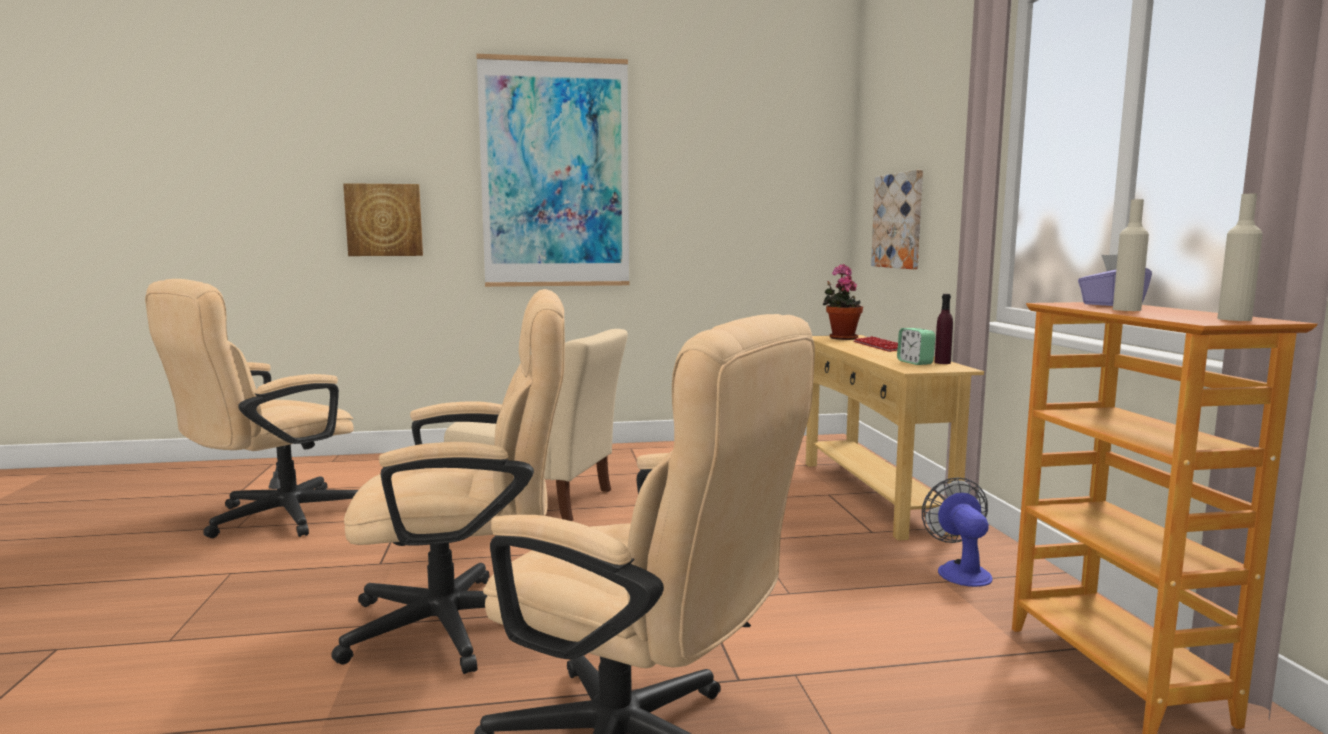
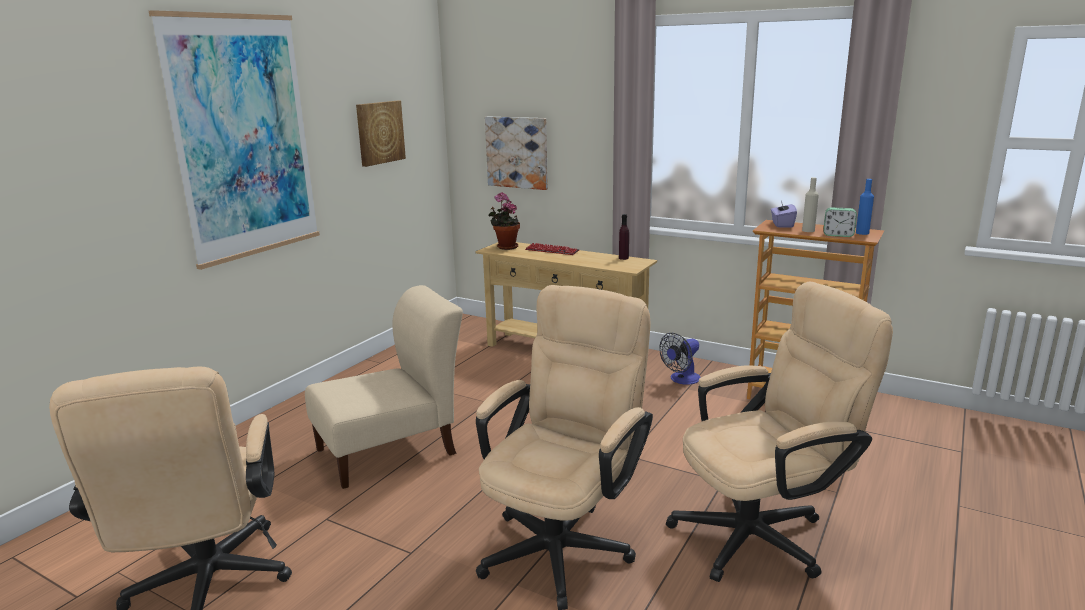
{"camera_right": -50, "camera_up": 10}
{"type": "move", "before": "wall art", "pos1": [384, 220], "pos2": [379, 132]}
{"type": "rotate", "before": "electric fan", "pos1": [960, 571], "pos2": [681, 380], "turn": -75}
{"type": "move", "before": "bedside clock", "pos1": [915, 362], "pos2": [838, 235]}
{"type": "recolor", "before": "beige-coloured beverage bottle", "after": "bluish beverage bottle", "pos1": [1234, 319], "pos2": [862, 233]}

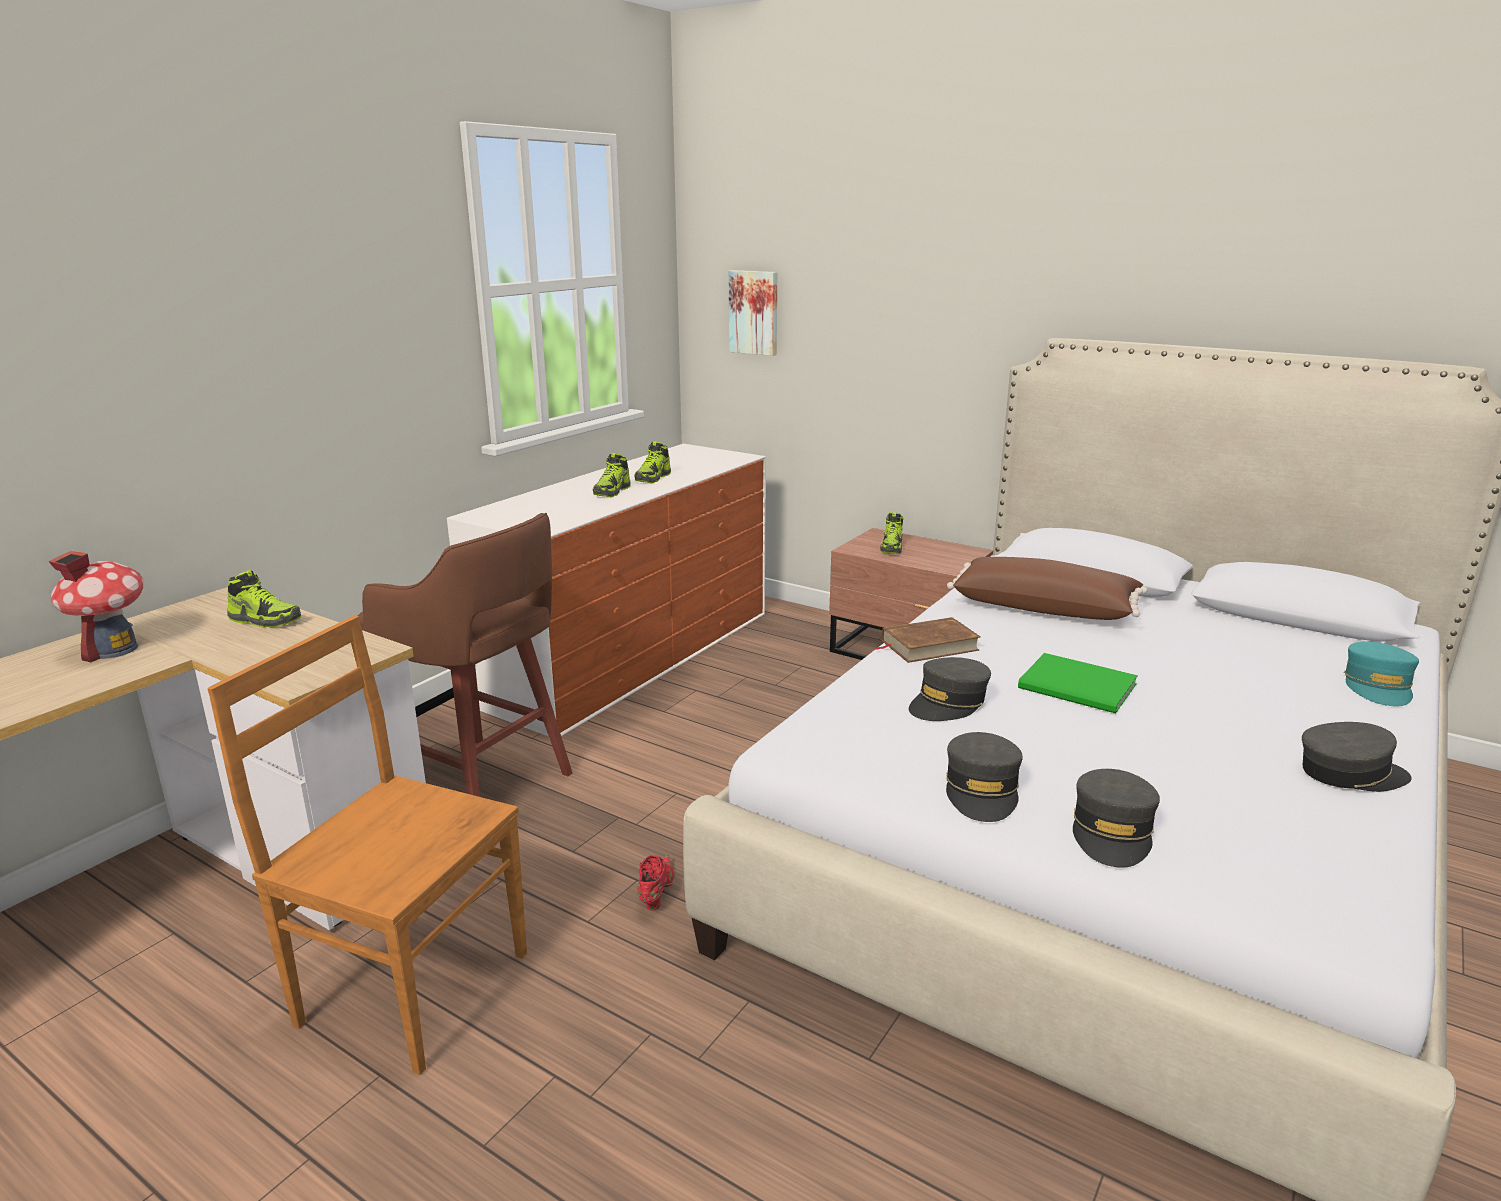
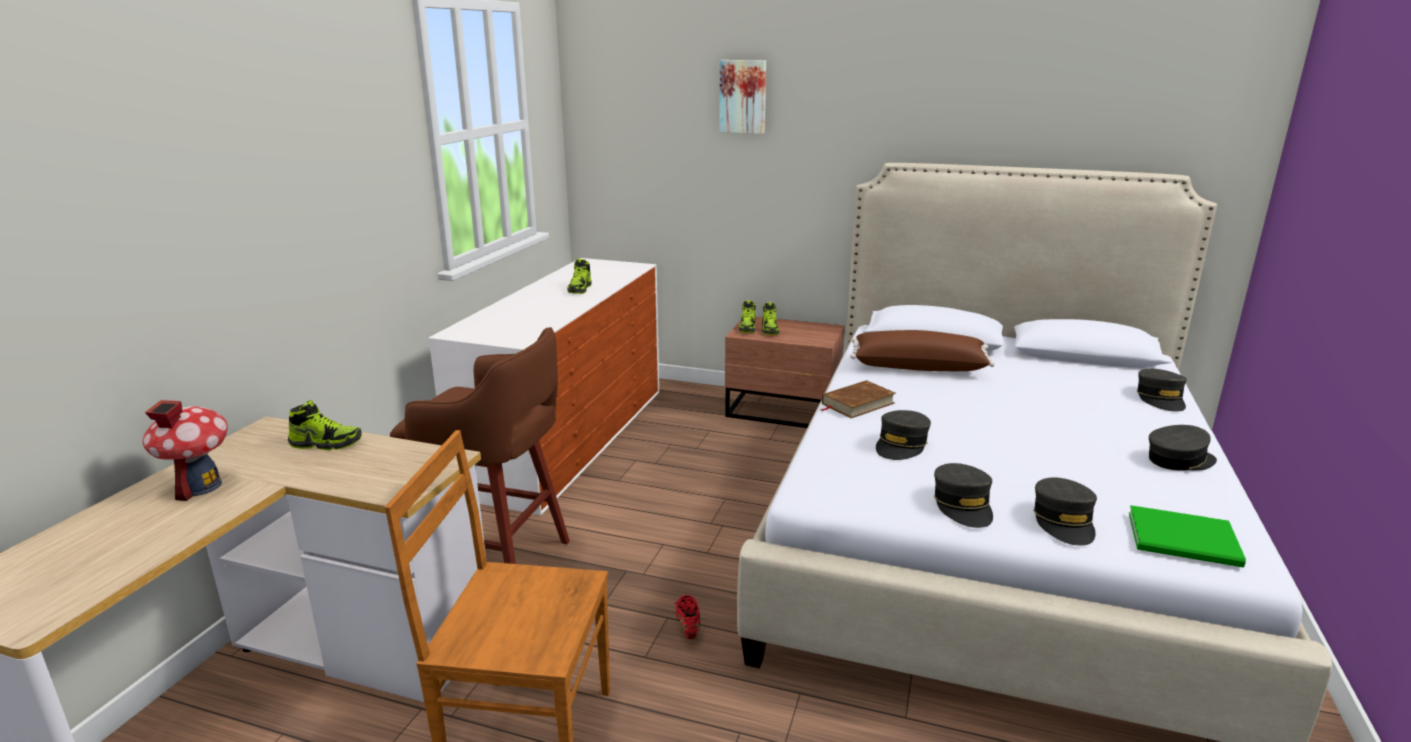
{"camera_right": -15, "camera_up": 0}
{"type": "move", "before": "wall art", "pos1": [754, 312], "pos2": [743, 96]}
{"type": "move", "before": "item of footwear", "pos1": [612, 491], "pos2": [748, 328]}
{"type": "move", "before": "green-coloured volume", "pos1": [1079, 688], "pos2": [1186, 541]}
{"type": "recolor", "before": "turquoise-coloured baseball cap", "after": "gray baseball cap", "pos1": [1378, 686], "pos2": [1160, 399]}

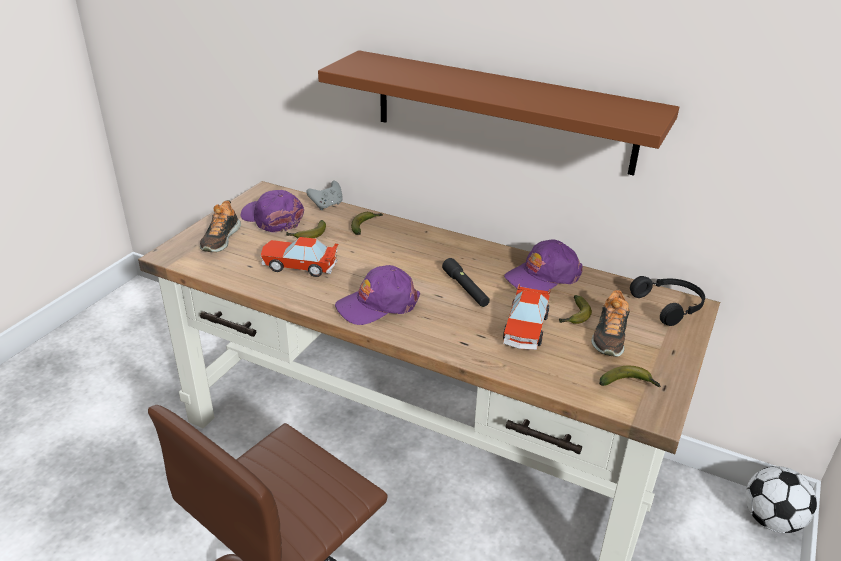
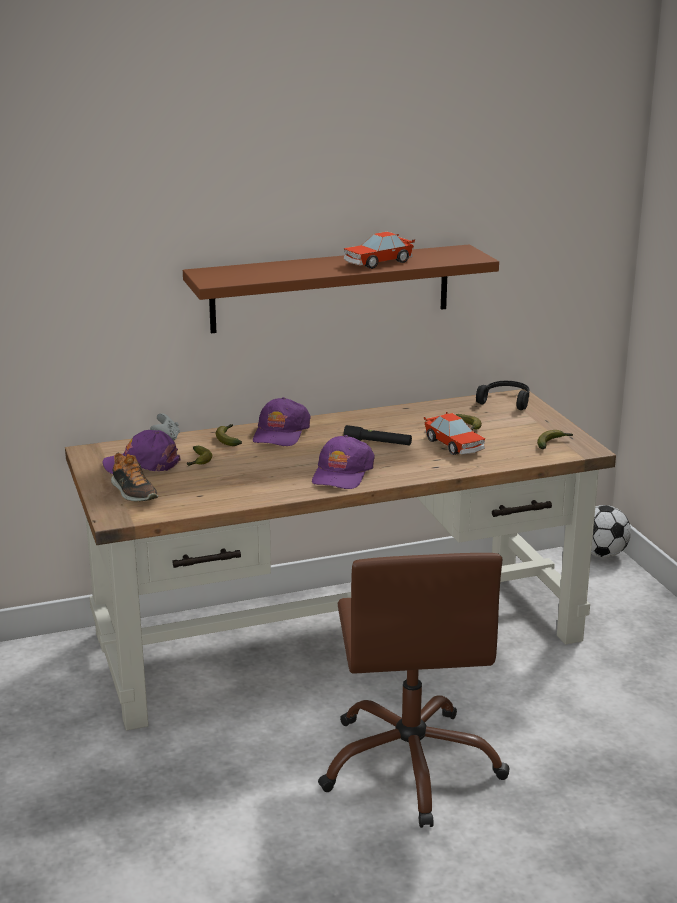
{"camera_right": -45, "camera_up": -10}
{"type": "move", "before": "purple-coloured baseball cap", "pos1": [542, 276], "pos2": [280, 433]}
{"type": "move", "before": "toy car", "pos1": [299, 266], "pos2": [378, 262]}
{"type": "delete", "before": "item of footwear", "pos1": [609, 336]}

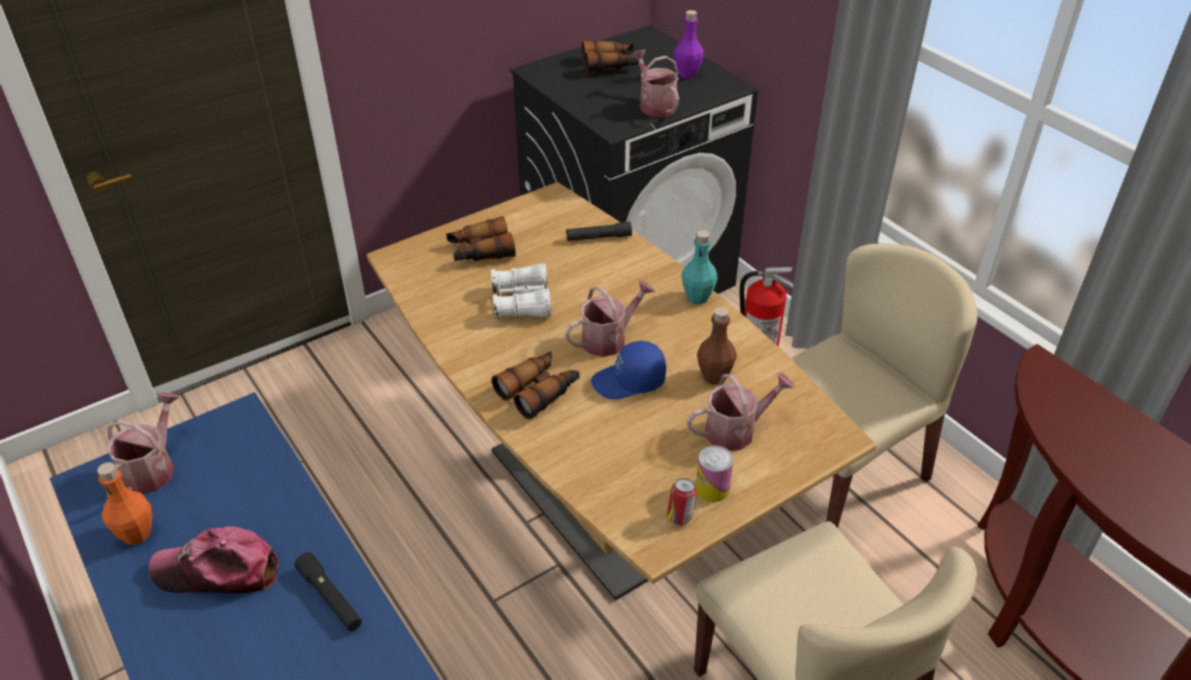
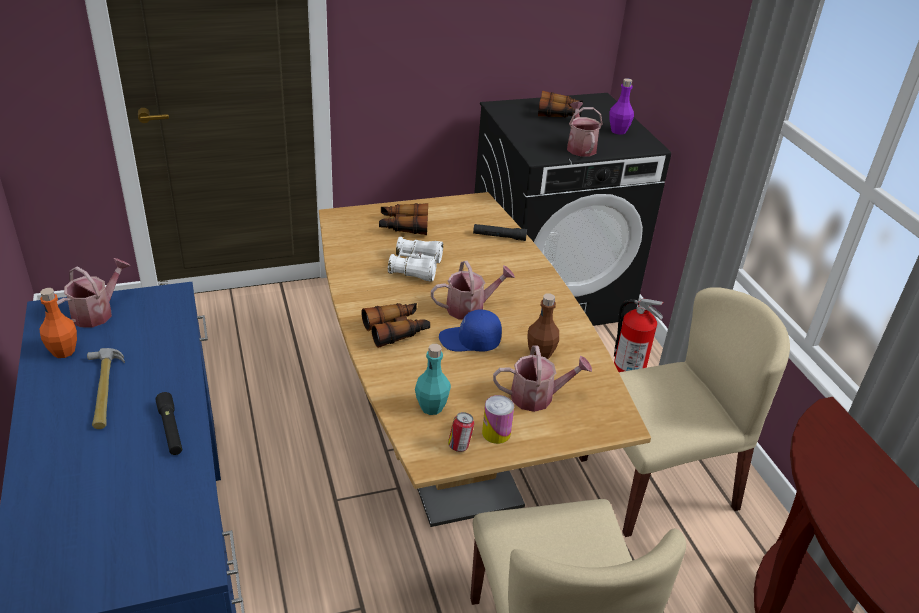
{"camera_right": 15, "camera_up": -5}
{"type": "replace", "before": "baseball cap", "after": "hand hammer", "pos1": [218, 571], "pos2": [103, 390]}
{"type": "move", "before": "turquoise-coloured beverage bottle", "pos1": [697, 297], "pos2": [431, 407]}

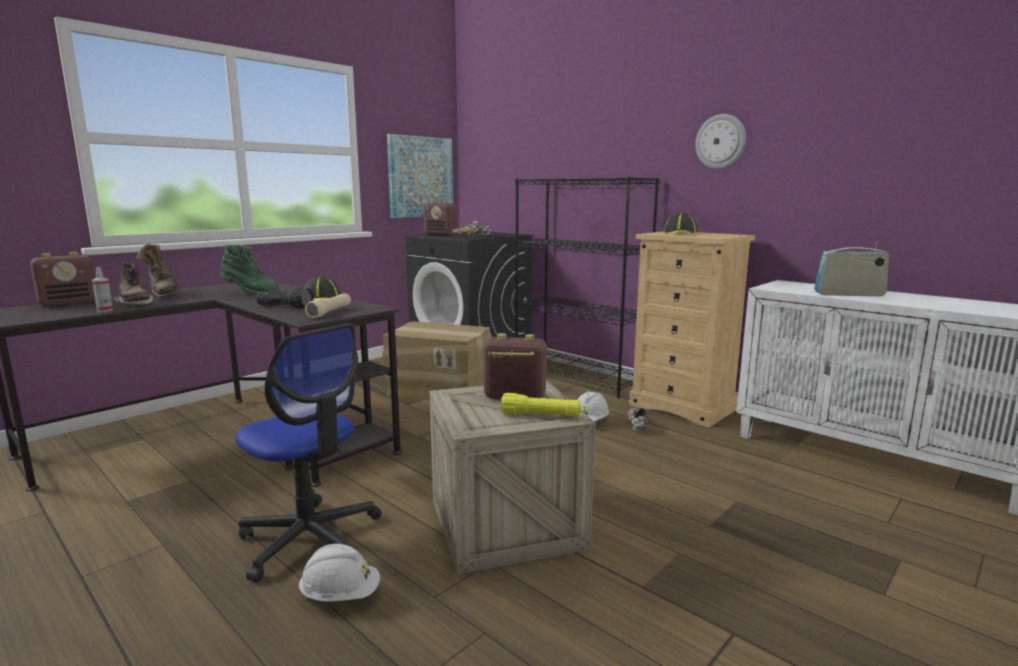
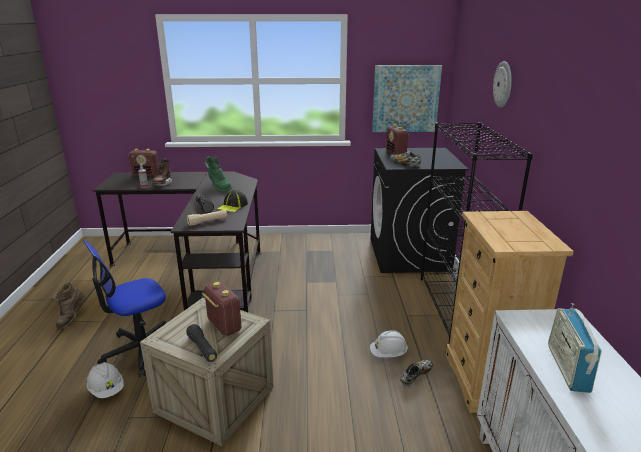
{"camera_right": 45, "camera_up": 10}
{"type": "move", "before": "brown-coloured high-top boot", "pos1": [164, 294], "pos2": [72, 319]}
{"type": "rotate", "before": "desk chair", "pos1": [310, 539], "pos2": [141, 351], "turn": 60}
{"type": "recolor", "before": "yellow torch", "after": "black-coloured torch", "pos1": [540, 415], "pos2": [202, 348]}
{"type": "move", "before": "clock on the wall", "pos1": [720, 141], "pos2": [503, 84]}
{"type": "rotate", "before": "radio", "pos1": [849, 294], "pos2": [567, 368], "turn": -135}
{"type": "delete", "before": "cardboard box", "pos1": [440, 389]}
{"type": "delete", "before": "baseball cap", "pos1": [681, 233]}

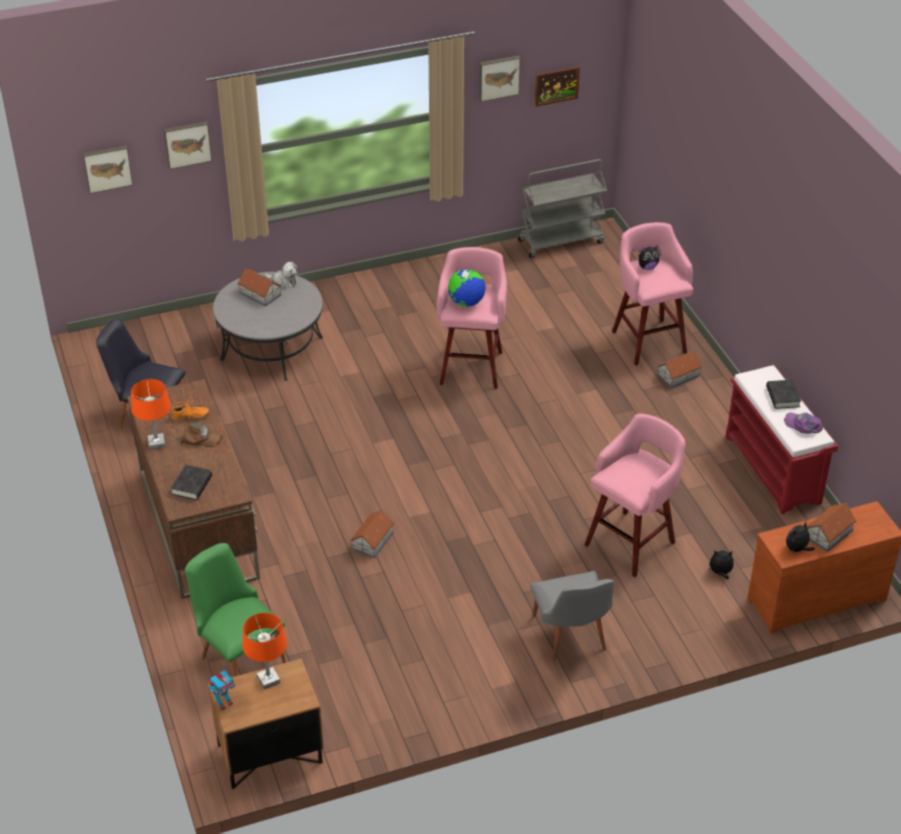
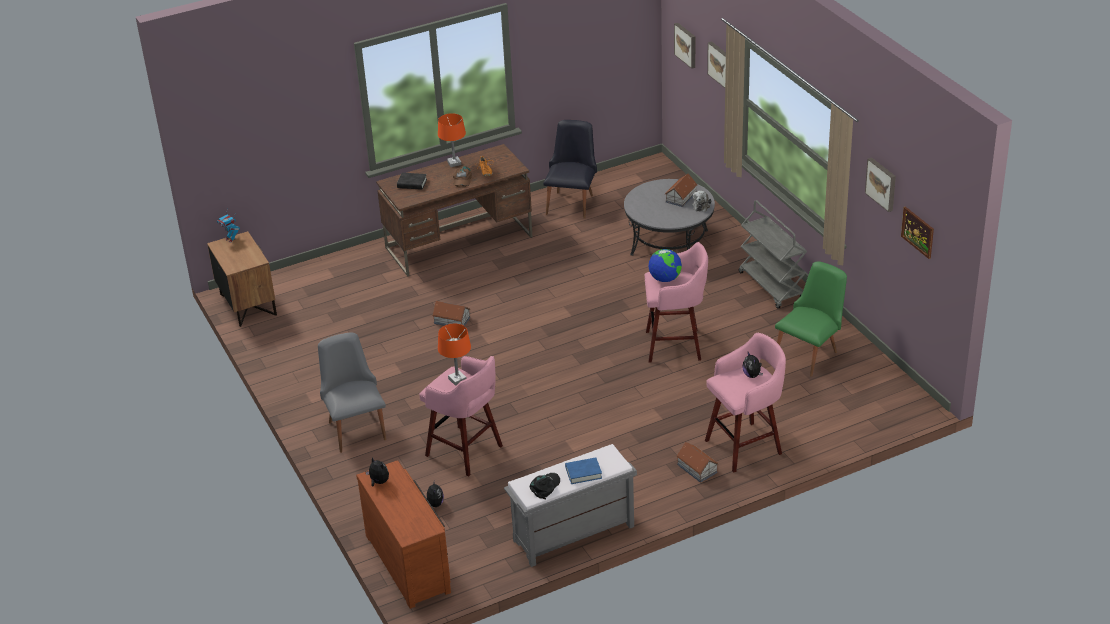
{"camera_right": 85, "camera_up": -5}
{"type": "rotate", "before": "gray chair", "pos1": [571, 639], "pos2": [355, 427], "turn": 90}
{"type": "move", "before": "orange-coloured lamp for a table", "pos1": [268, 680], "pos2": [457, 380]}
{"type": "recolor", "before": "red-coloured indoor bench", "after": "gray indoor bench", "pos1": [773, 470], "pos2": [572, 534]}
{"type": "recolor", "before": "purple-coloured baseball cap", "after": "black-coloured baseball cap", "pos1": [803, 425], "pos2": [545, 486]}
{"type": "recolor", "before": "black-coloured volume", "after": "bluish volume", "pos1": [782, 397], "pos2": [583, 473]}
{"type": "move", "before": "gray wheeled cart", "pos1": [561, 241], "pos2": [772, 286]}
{"type": "move", "before": "green-coloured chair", "pos1": [238, 656], "pos2": [810, 353]}
{"type": "delete", "before": "toy house", "pos1": [829, 534]}

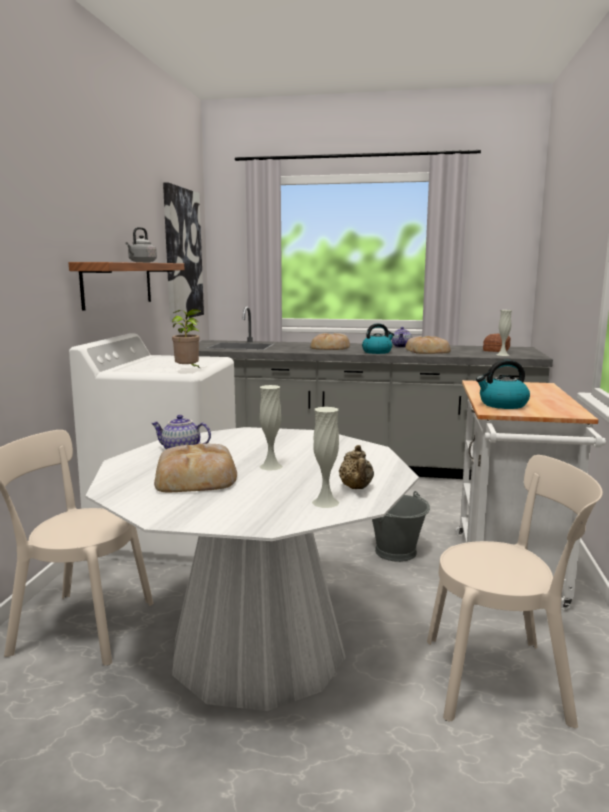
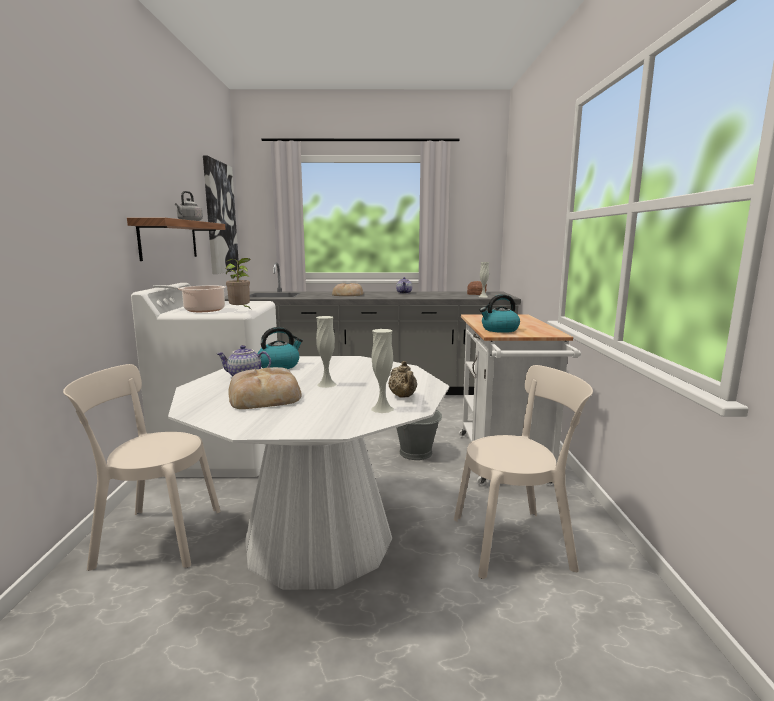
{"camera_right": -10, "camera_up": 0}
{"type": "insert", "after": "saucepot", "pos2": [201, 310]}
{"type": "move", "before": "water kettle", "pos1": [377, 352], "pos2": [279, 366]}
{"type": "delete", "before": "bakery bread", "pos1": [427, 351]}

